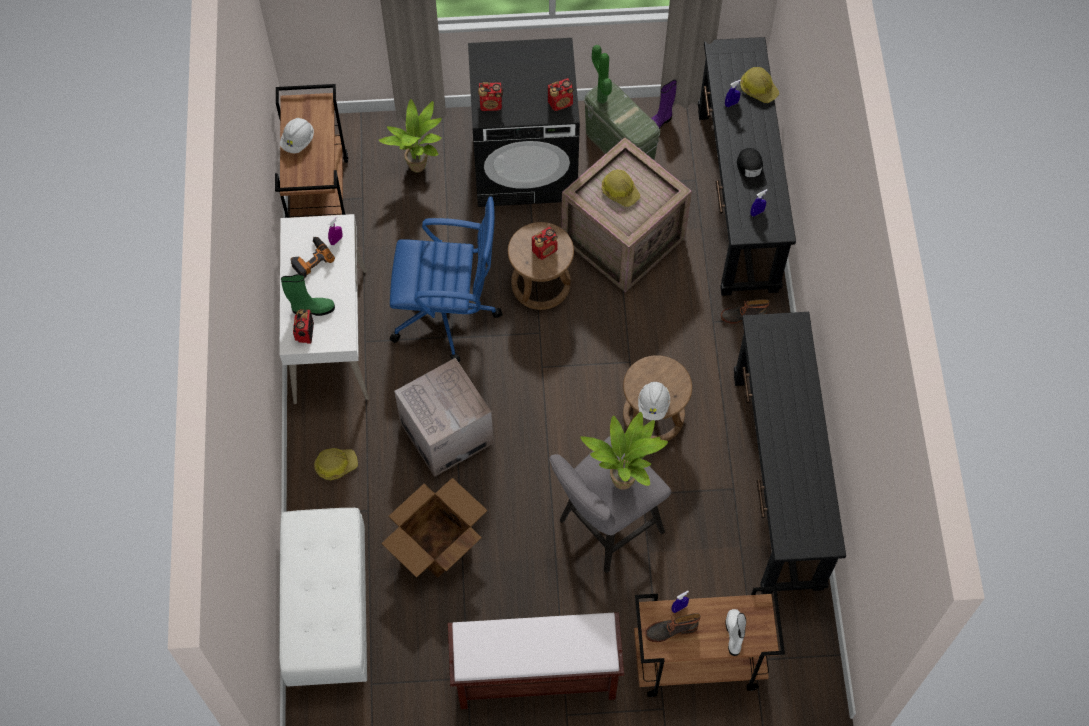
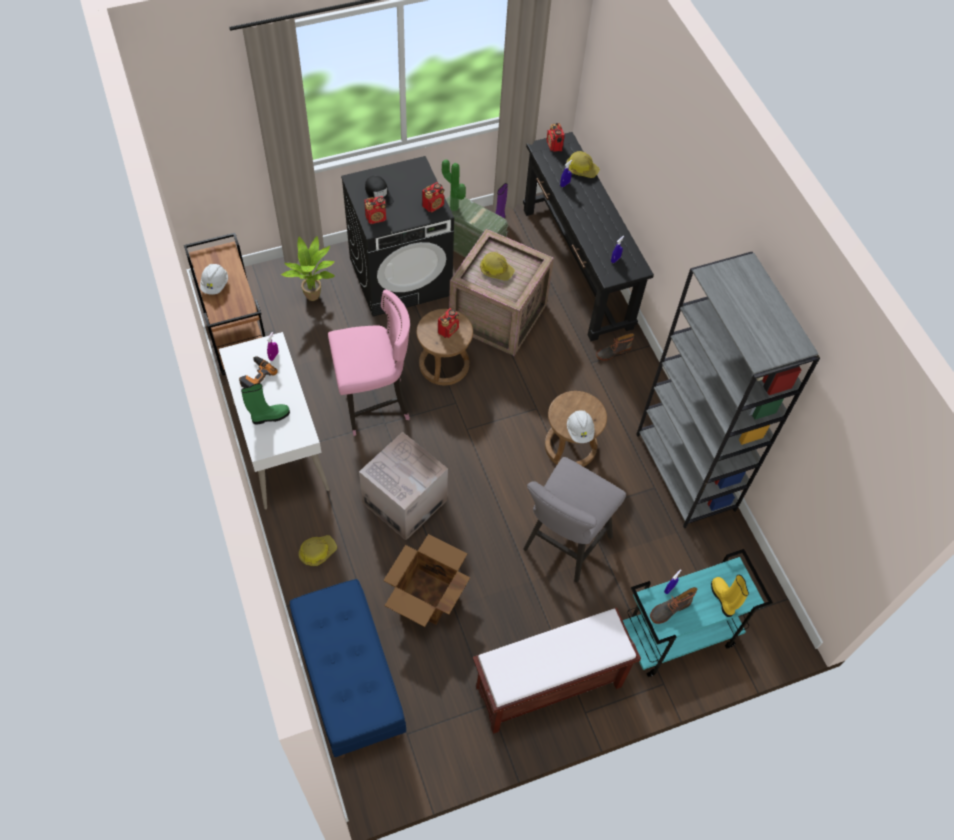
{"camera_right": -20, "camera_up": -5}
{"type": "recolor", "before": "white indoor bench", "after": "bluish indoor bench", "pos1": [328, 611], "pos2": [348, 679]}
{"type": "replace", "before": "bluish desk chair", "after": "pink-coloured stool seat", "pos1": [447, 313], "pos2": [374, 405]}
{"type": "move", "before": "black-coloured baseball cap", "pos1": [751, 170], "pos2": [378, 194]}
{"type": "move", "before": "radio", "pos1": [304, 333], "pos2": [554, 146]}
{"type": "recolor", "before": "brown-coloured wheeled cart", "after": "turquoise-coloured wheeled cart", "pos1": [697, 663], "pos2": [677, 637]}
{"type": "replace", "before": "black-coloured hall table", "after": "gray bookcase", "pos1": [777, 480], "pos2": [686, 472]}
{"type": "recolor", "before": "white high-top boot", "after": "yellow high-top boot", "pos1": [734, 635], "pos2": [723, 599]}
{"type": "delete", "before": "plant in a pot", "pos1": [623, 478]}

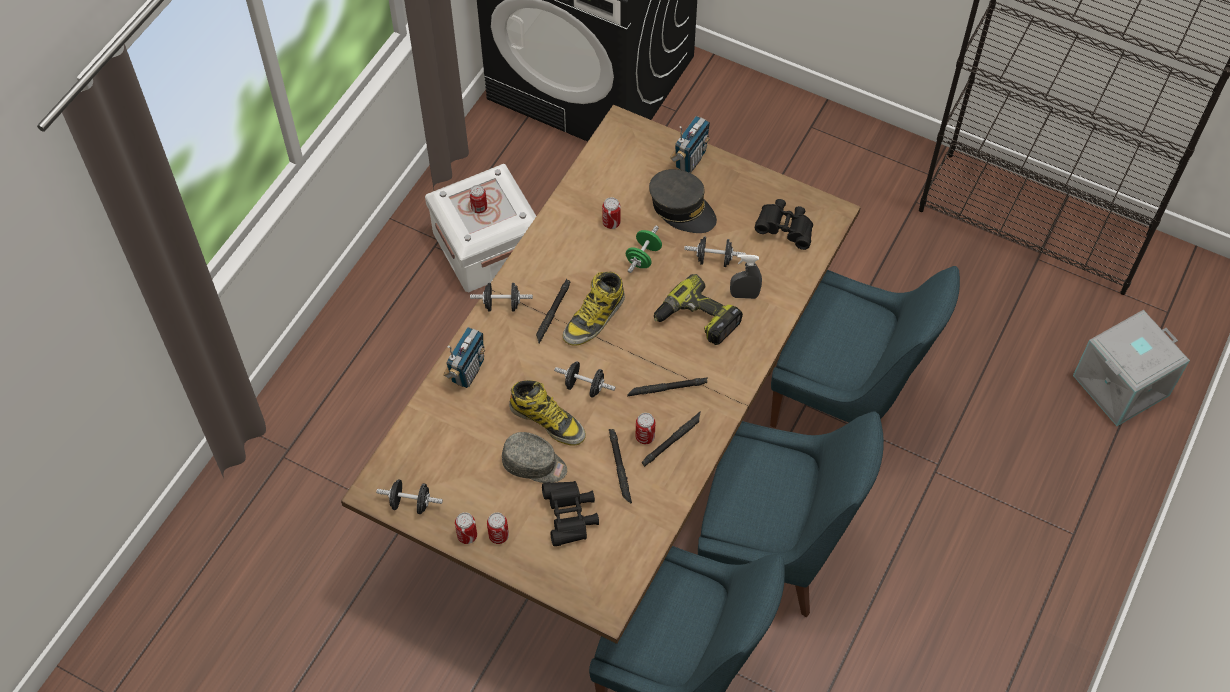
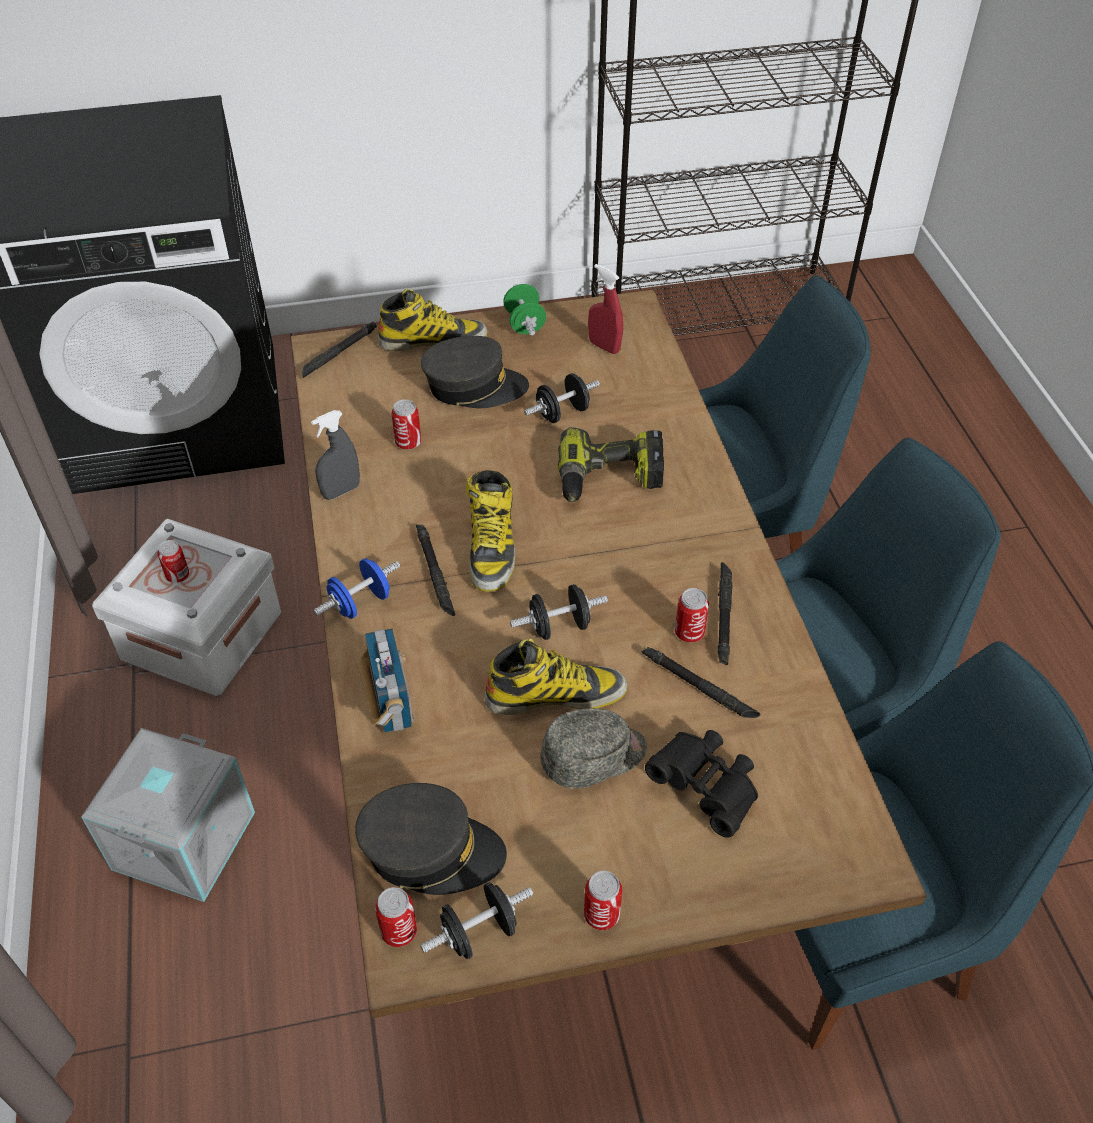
{"camera_right": -40, "camera_up": -10}
{"type": "move", "before": "gray storage bin", "pos1": [1120, 384], "pos2": [182, 839]}
{"type": "move", "before": "black-coloured torch", "pos1": [667, 388], "pos2": [339, 353]}
{"type": "move", "before": "gray spray bottle", "pos1": [744, 295], "pos2": [341, 491]}
{"type": "recolor", "before": "black-coloured hand weight", "after": "bluish hand weight", "pos1": [502, 305], "pos2": [360, 603]}
{"type": "insert", "after": "gray baseball cap", "pos2": [431, 851]}
{"type": "move", "before": "can", "pos1": [498, 536], "pos2": [399, 932]}
{"type": "replace", "before": "radio", "after": "high-top boot", "pos1": [690, 159], "pos2": [433, 340]}
{"type": "move", "before": "green-coloured hand weight", "pos1": [643, 257], "pos2": [524, 324]}
{"type": "replace", "before": "black-coloured field glasses", "after": "red-coloured spray bottle", "pos1": [785, 229], "pos2": [604, 346]}

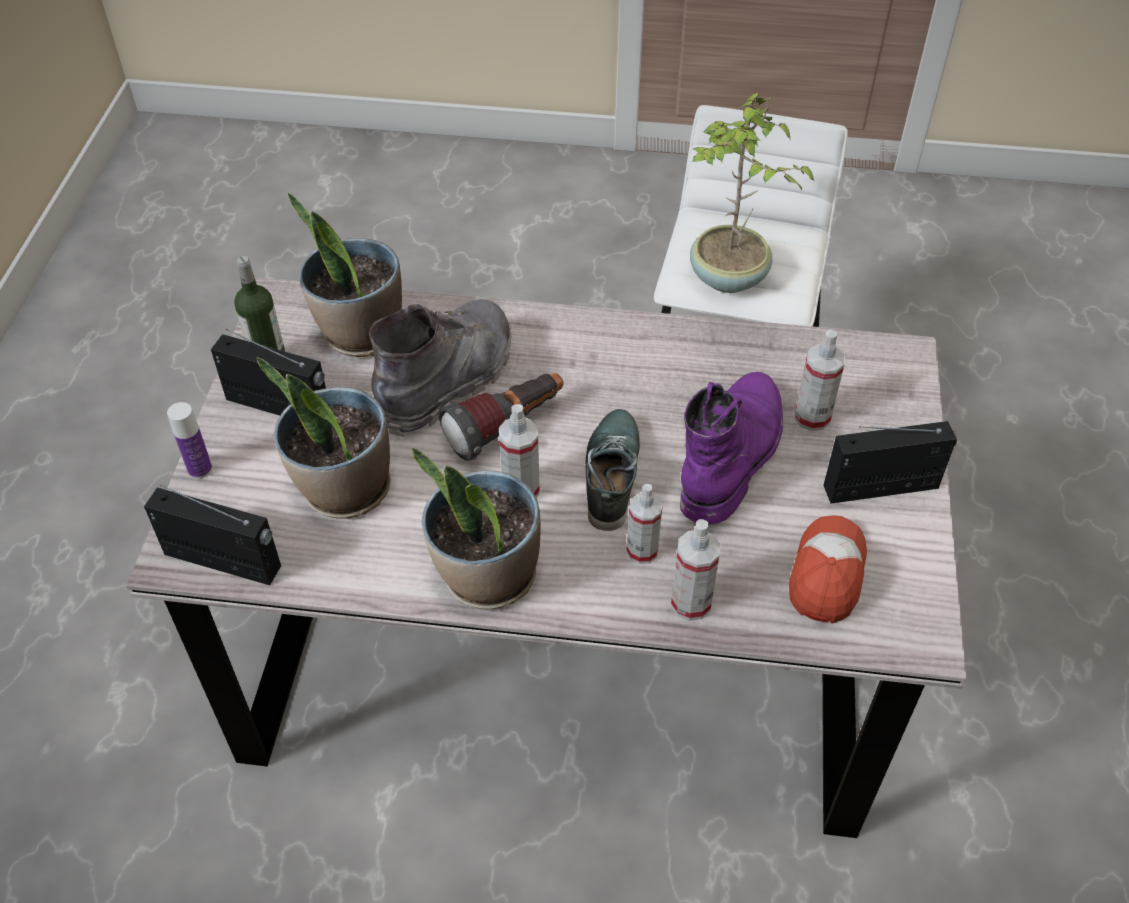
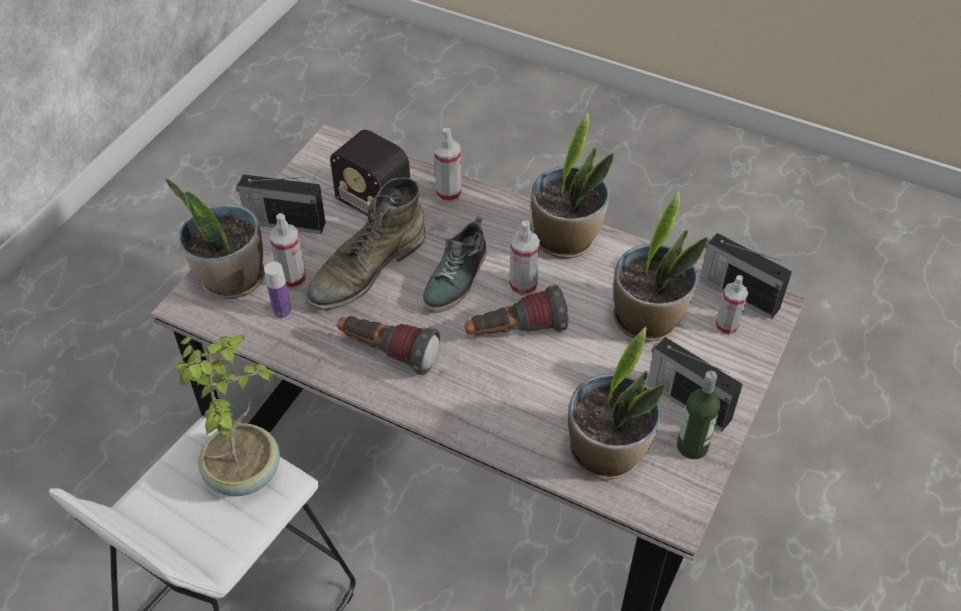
{"camera_right": -160, "camera_up": 0}
{"type": "insert", "after": "plant in a pot", "pos2": [231, 279]}
{"type": "move", "before": "beverage bottle", "pos1": [200, 469], "pos2": [282, 312]}
{"type": "recolor", "before": "purple-coloured high-top boot", "after": "green-coloured high-top boot", "pos1": [732, 454], "pos2": [366, 269]}
{"type": "replace", "before": "baseball cap", "after": "radio", "pos1": [827, 574], "pos2": [359, 186]}
{"type": "insert", "after": "torch", "pos2": [388, 353]}
{"type": "move", "before": "spray bottle", "pos1": [642, 550], "pos2": [726, 326]}
{"type": "delete", "before": "gray high-top boot", "pos1": [447, 381]}

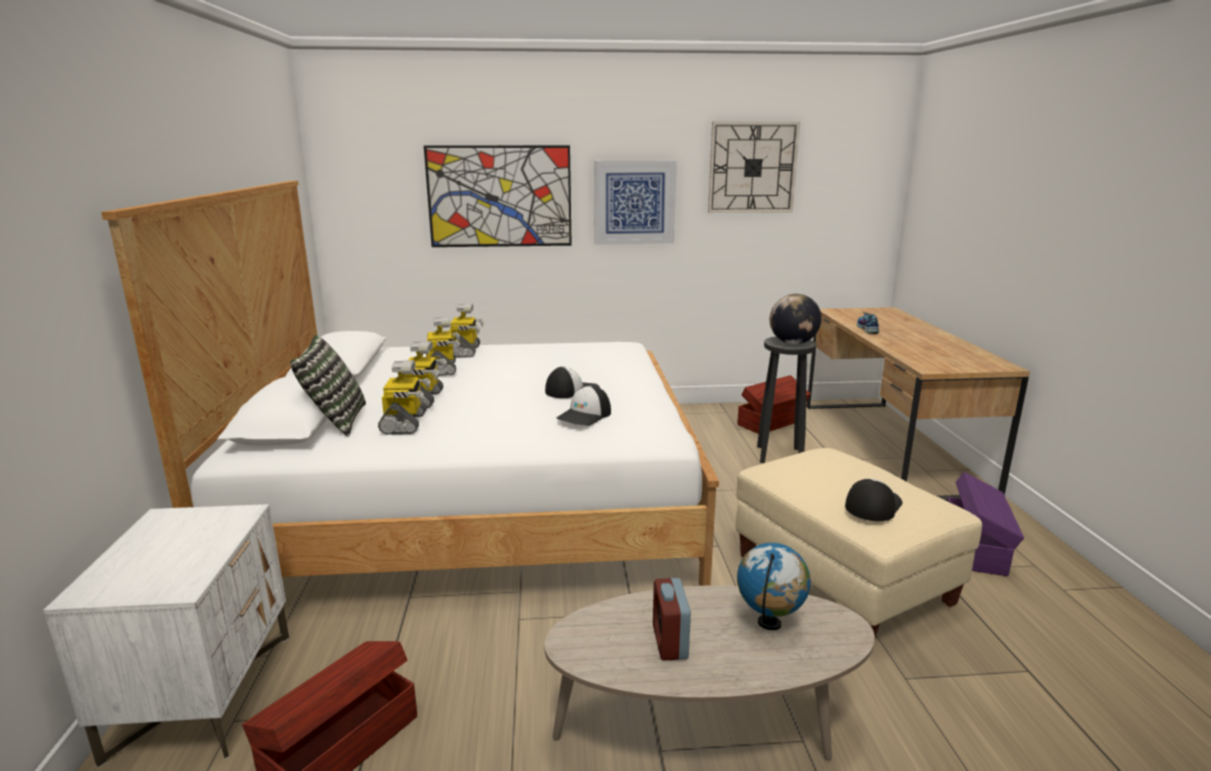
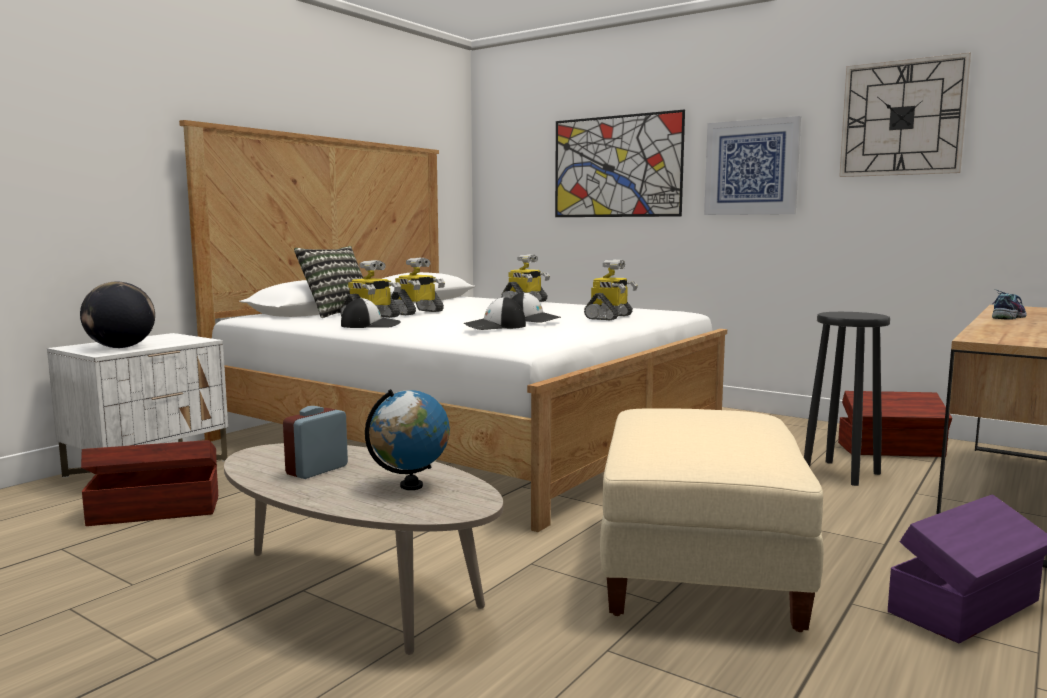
{"camera_right": 40, "camera_up": -10}
{"type": "move", "before": "desk globe", "pos1": [792, 343], "pos2": [121, 347]}
{"type": "move", "before": "baseball cap", "pos1": [872, 505], "pos2": [371, 325]}
{"type": "move", "before": "robot figure", "pos1": [442, 369], "pos2": [609, 317]}

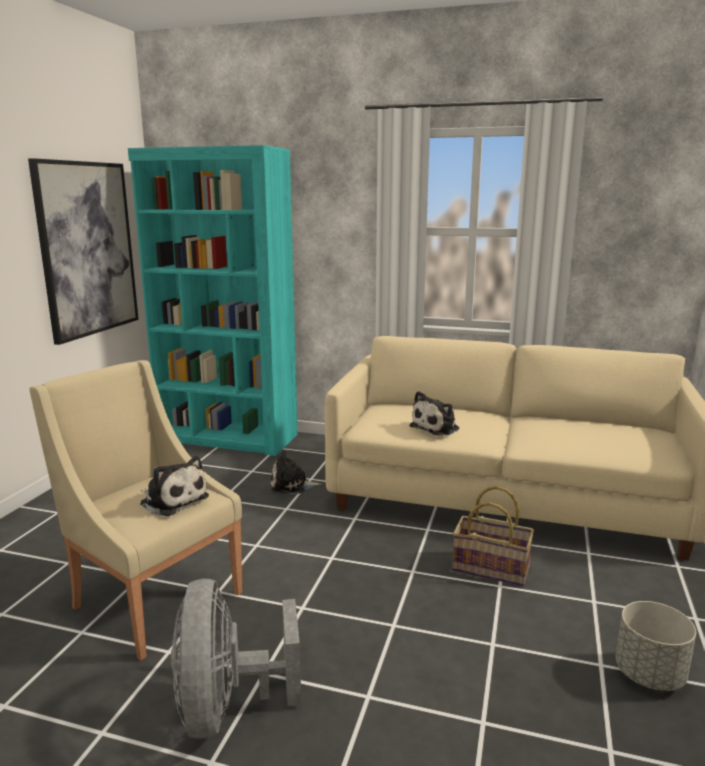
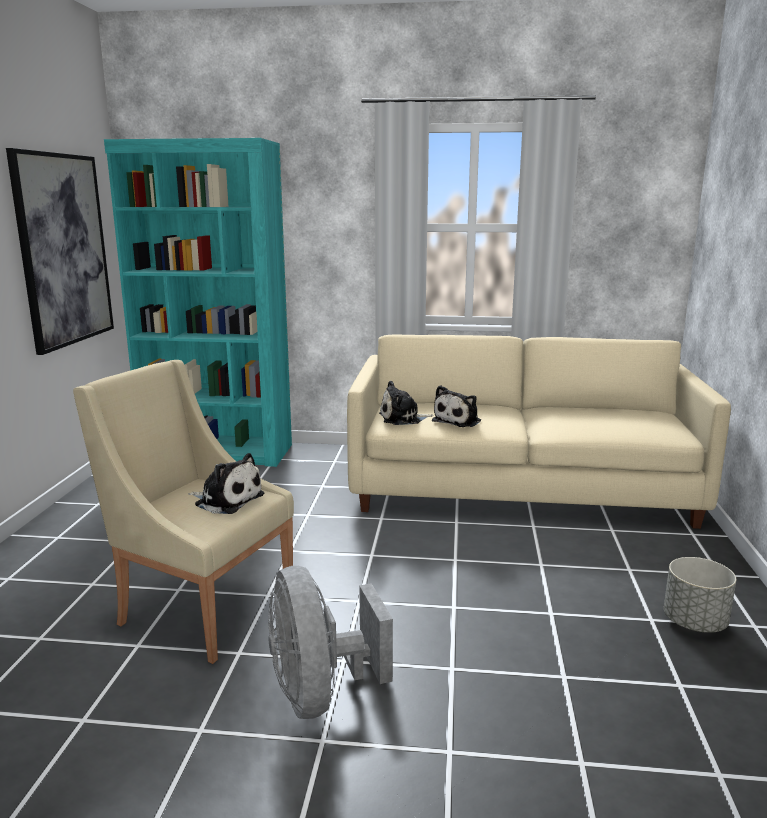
{"camera_right": -10, "camera_up": 0}
{"type": "move", "before": "cuddly toy", "pos1": [292, 486], "pos2": [402, 419]}
{"type": "delete", "before": "storage basket", "pos1": [491, 568]}

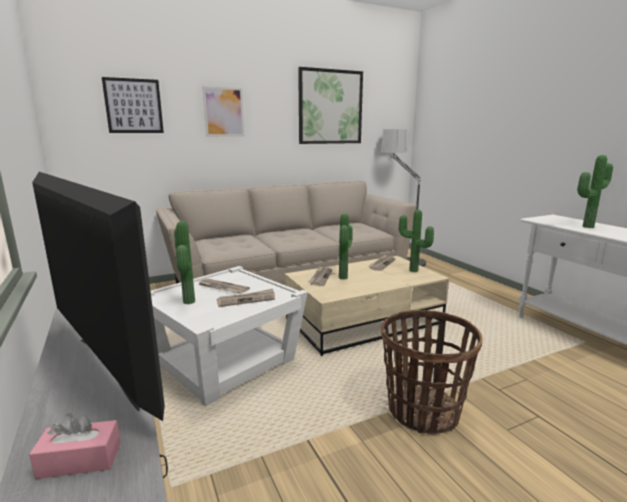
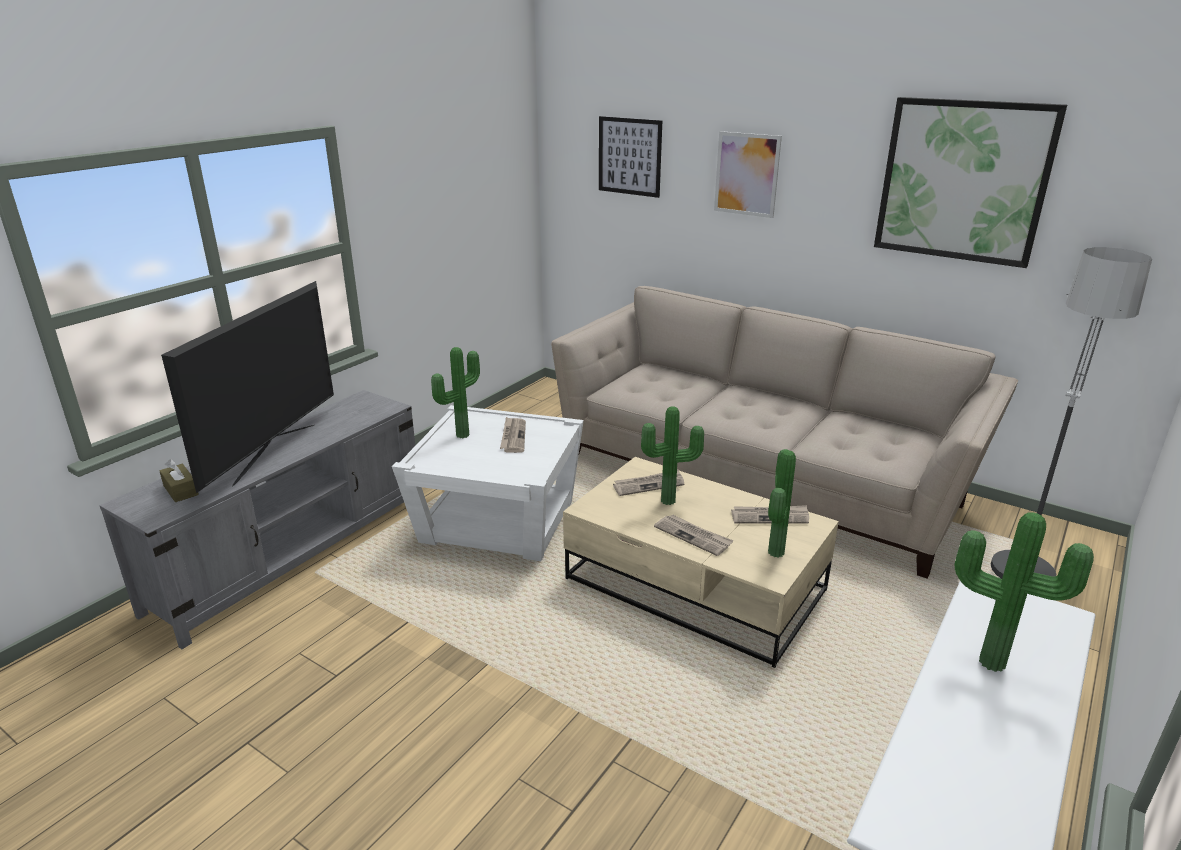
{"camera_right": 60, "camera_up": 10}
{"type": "recolor", "before": "pink-coloured box of tissues", "after": "brown-coloured box of tissues", "pos1": [80, 460], "pos2": [181, 490]}
{"type": "move", "before": "printed paper", "pos1": [246, 299], "pos2": [693, 536]}
{"type": "delete", "before": "storage basket", "pos1": [422, 411]}

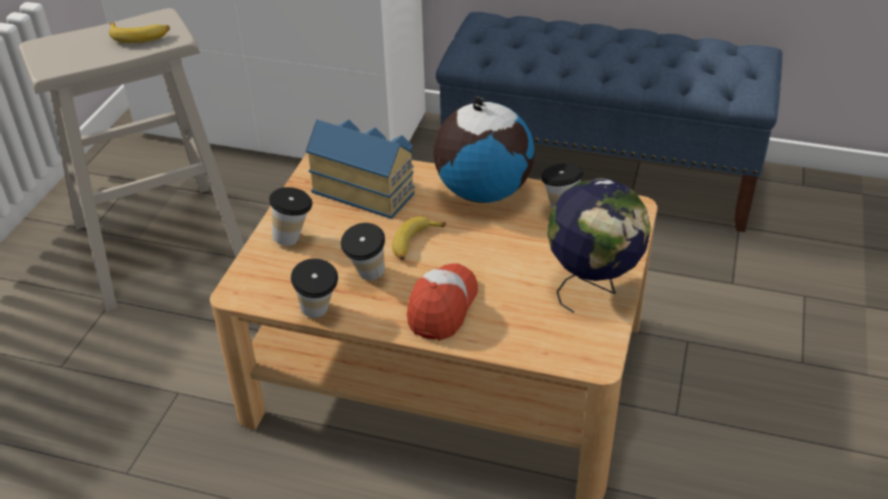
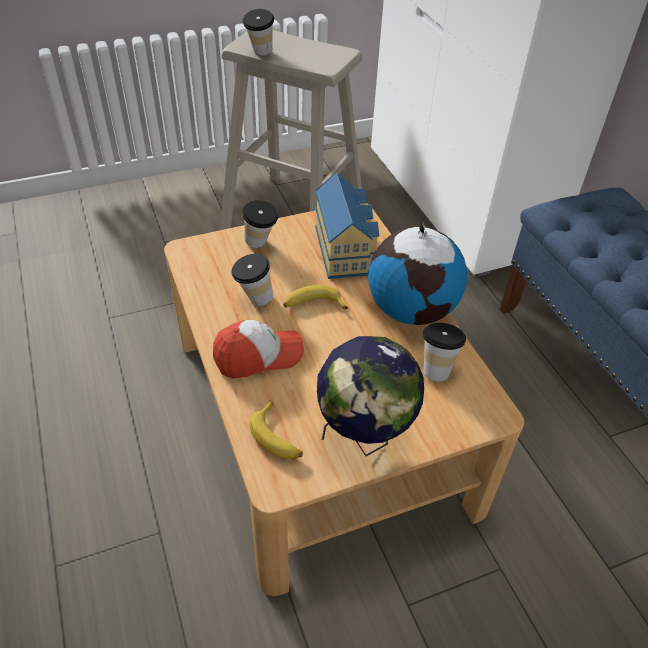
{"camera_right": 50, "camera_up": 5}
{"type": "move", "before": "drinking cup", "pos1": [319, 314], "pos2": [260, 54]}
{"type": "move", "before": "banana", "pos1": [140, 36], "pos2": [277, 437]}

